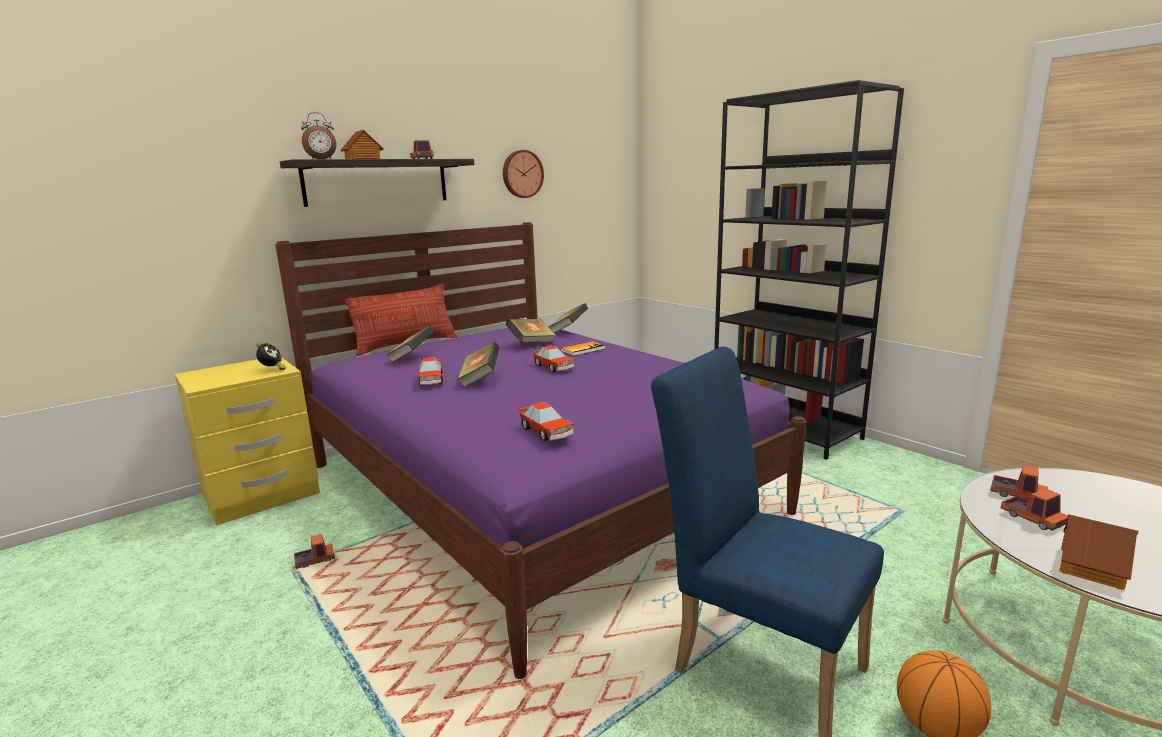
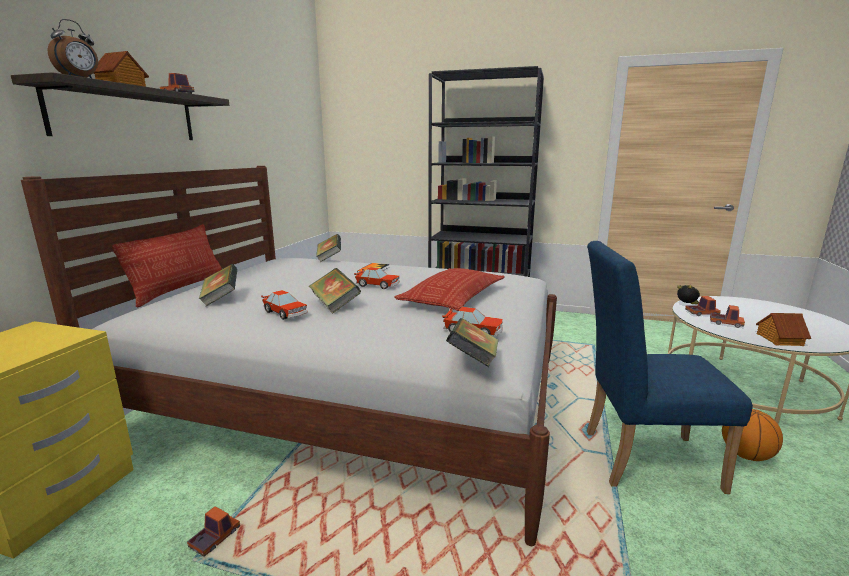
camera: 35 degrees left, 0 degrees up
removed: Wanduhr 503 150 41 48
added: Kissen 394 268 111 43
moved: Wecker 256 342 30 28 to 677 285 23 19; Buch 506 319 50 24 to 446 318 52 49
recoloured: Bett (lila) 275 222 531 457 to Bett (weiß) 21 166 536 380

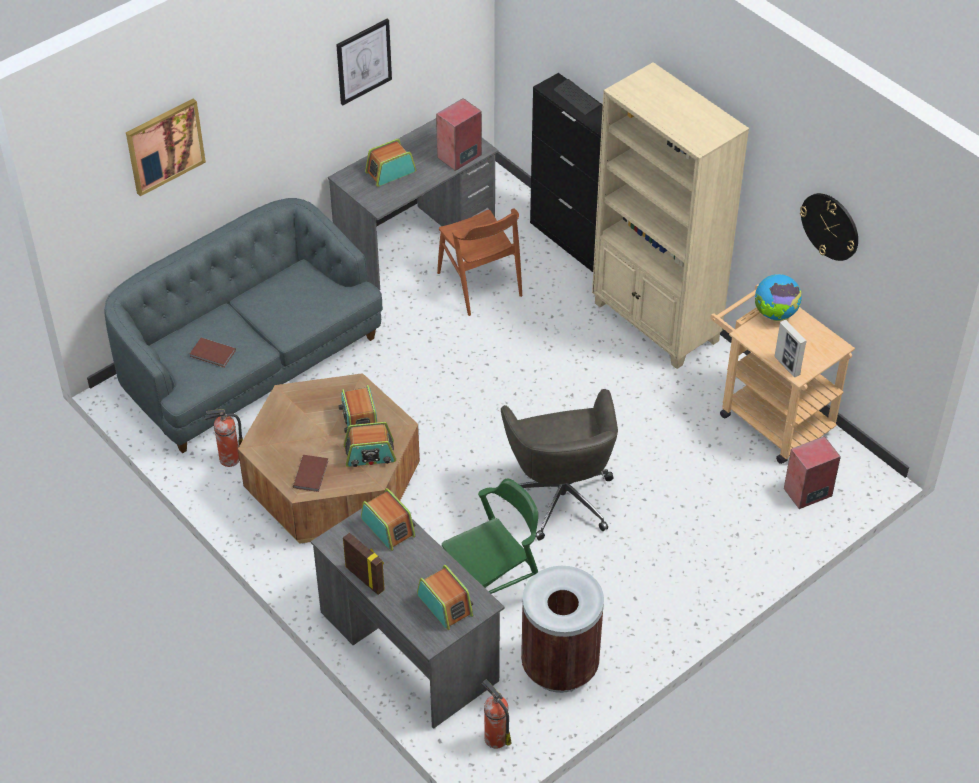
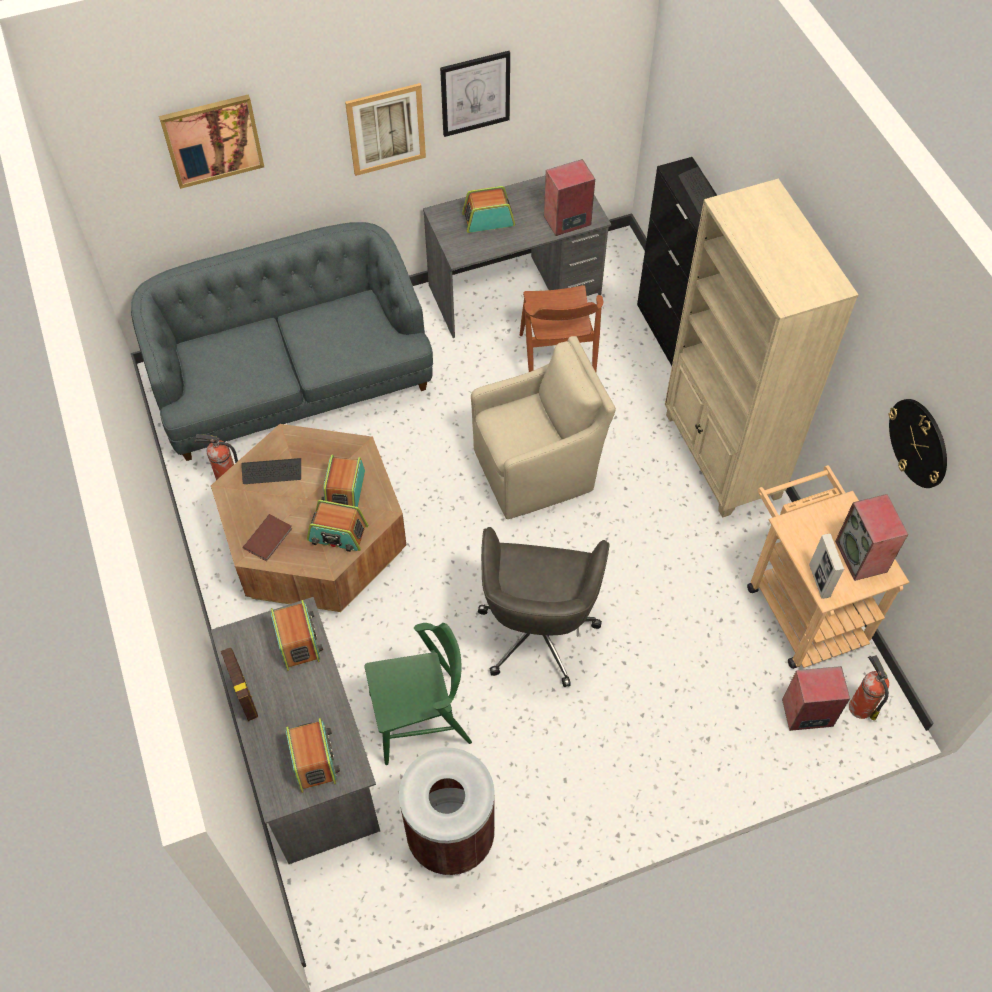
camera: 20 degrees right, 10 degrees up
removed: Buch (braun) 190 338 46 29; Globus 755 274 47 47
added: Tastatur 241 458 60 26; Bild 345 83 81 93; Sessel (beige) 471 336 145 183; Lautsprecher 835 494 73 87
moved: Feuerlöscher 481 679 30 70 to 849 655 40 65

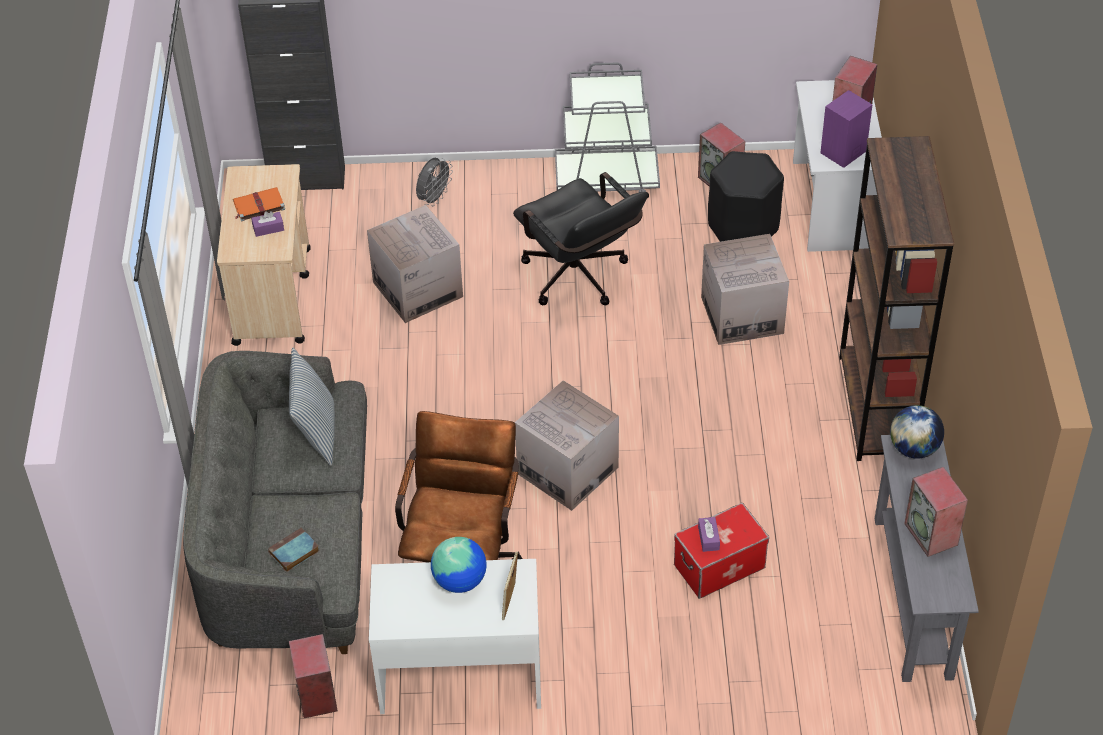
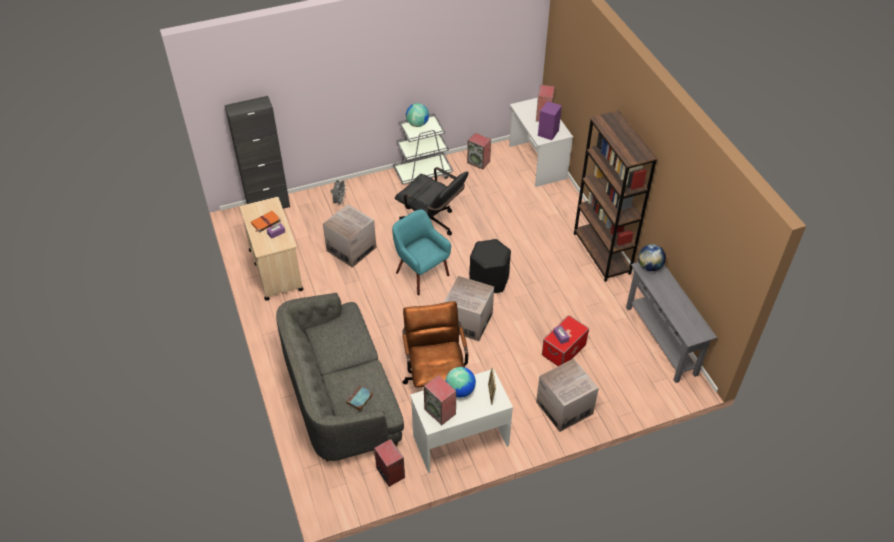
camera: 20 degrees left, 0 degrees up
removed: Kissen 289 348 46 118
added: Sessel (türkis) 392 209 59 86; Globus 406 103 23 24
moved: Karton 701 234 88 111 to 536 358 63 74; Hocker (schwarz) 708 151 76 91 to 469 239 42 54; Lautsprecher 904 467 64 90 to 424 375 32 51

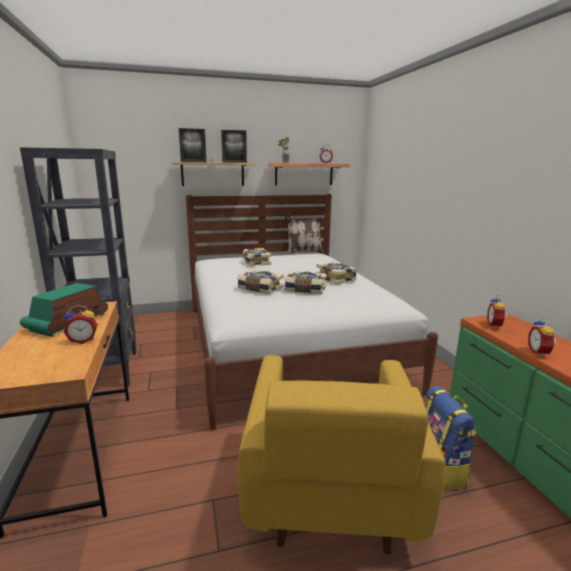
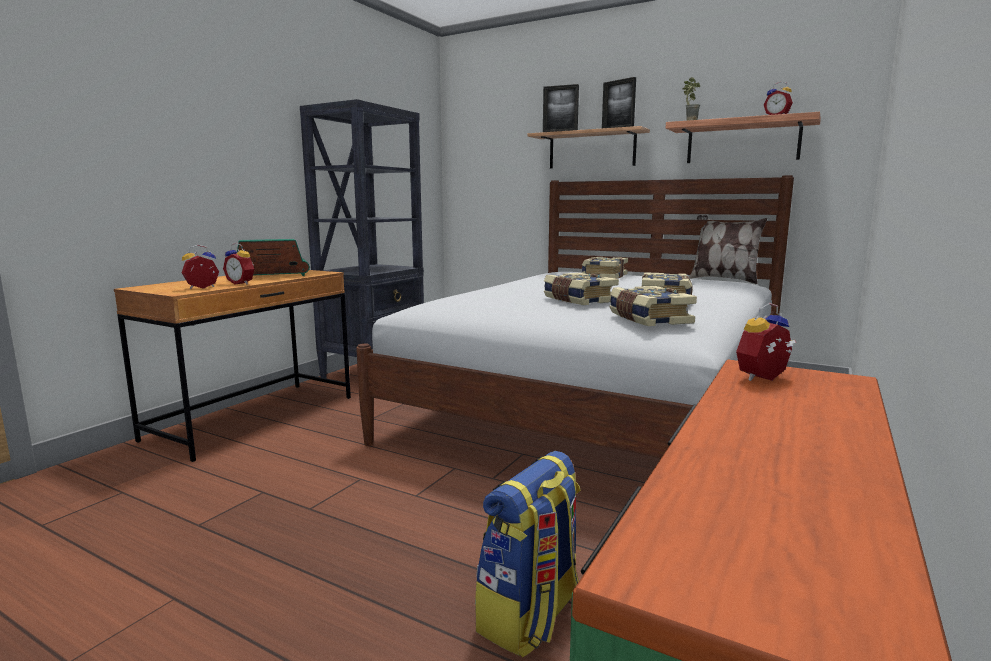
camera: 45 degrees right, 5 degrees down
removed: Sessel (gelb) 238 355 208 199
moved: Buch 237 269 47 25 to 609 286 88 40; Wecker 528 317 29 40 to 182 245 37 44

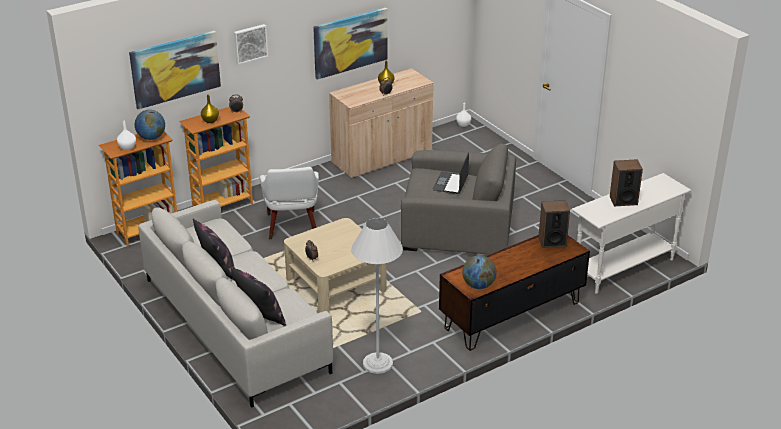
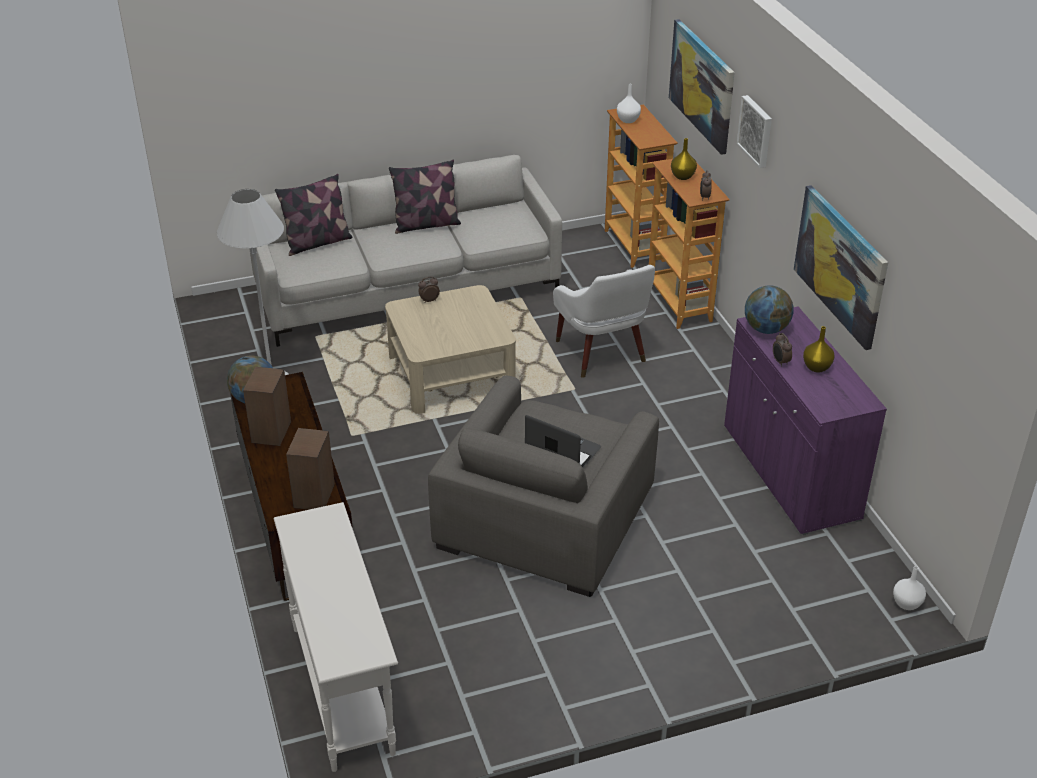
camera: 105 degrees right, 5 degrees up
moved: Globus 135 110 30 30 to 745 285 49 49; Lautsprecher 610 159 33 47 to 243 367 48 79
recoloured: Schrank (beige) 329 68 105 111 to Schrank (lila) 724 307 163 228
turned: Sessel (weiß) 260 167 59 72 = 553 265 102 113 120 degrees counterclockwise

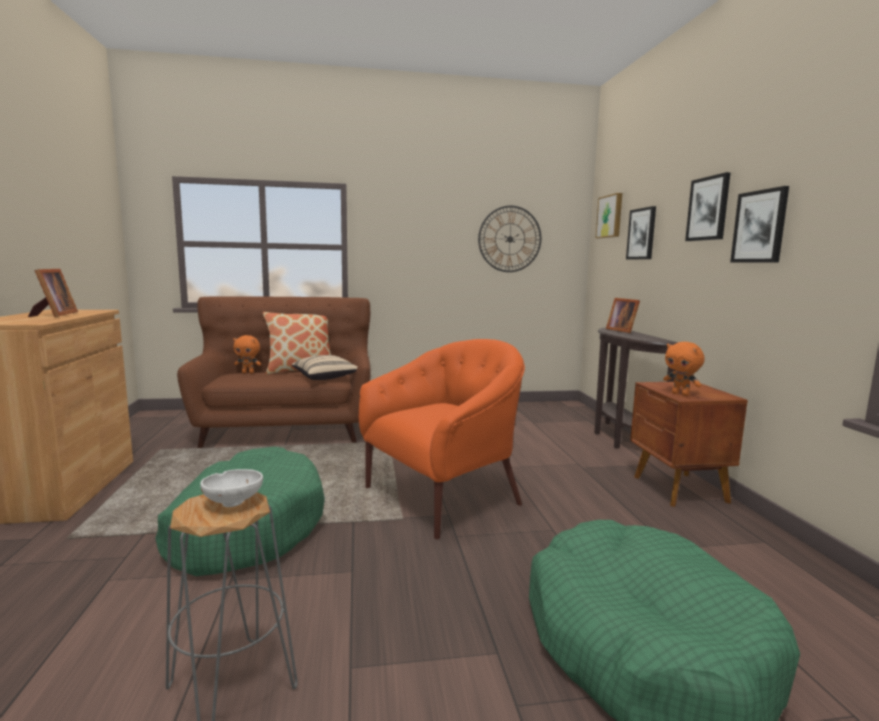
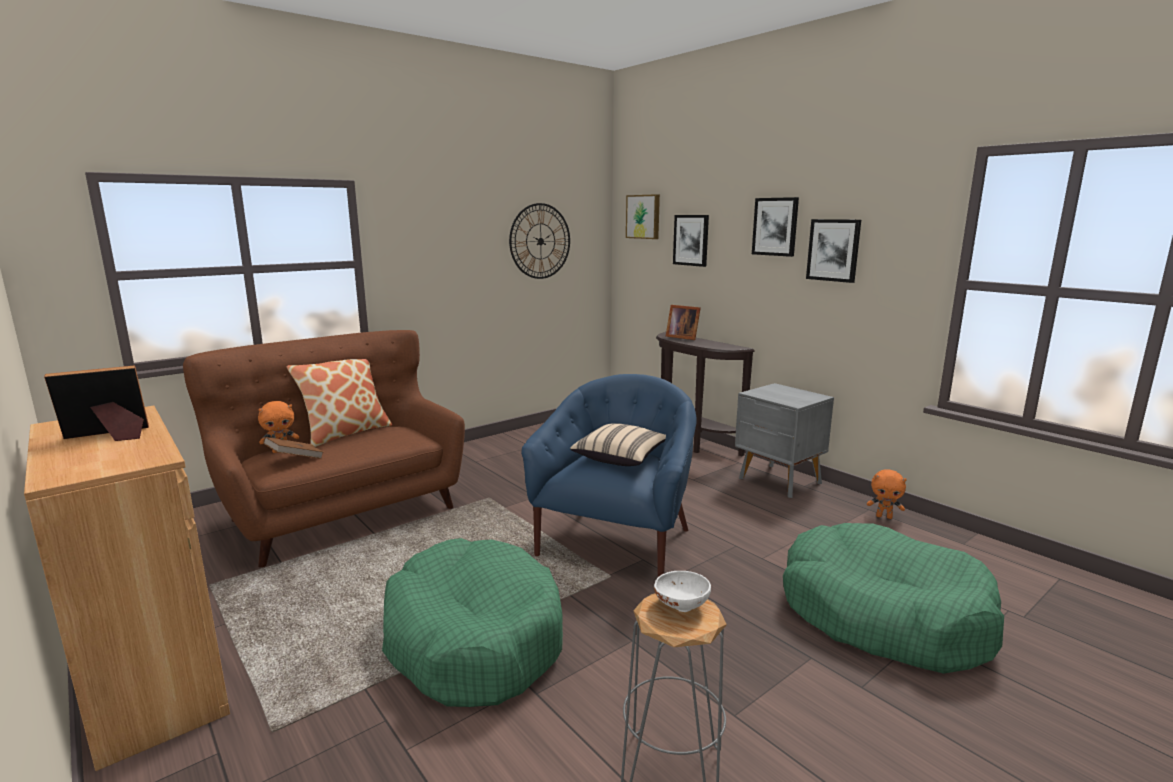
camera: 30 degrees left, 5 degrees up
added: Buch (braun) 263 437 60 22
moved: Kissen (beige) 292 355 66 25 to 570 423 96 43; Plüschtier (orange) 663 342 42 54 to 867 469 40 50
recoloured: Sessel (orange) 359 339 166 200 to Sessel (blau) 521 374 176 203; Nachttisch (braun) 630 381 118 126 to Nachttisch (grau) 735 383 99 115
turned: Bilderrahmen 28 269 50 48 = 44 365 105 76 75 degrees counterclockwise

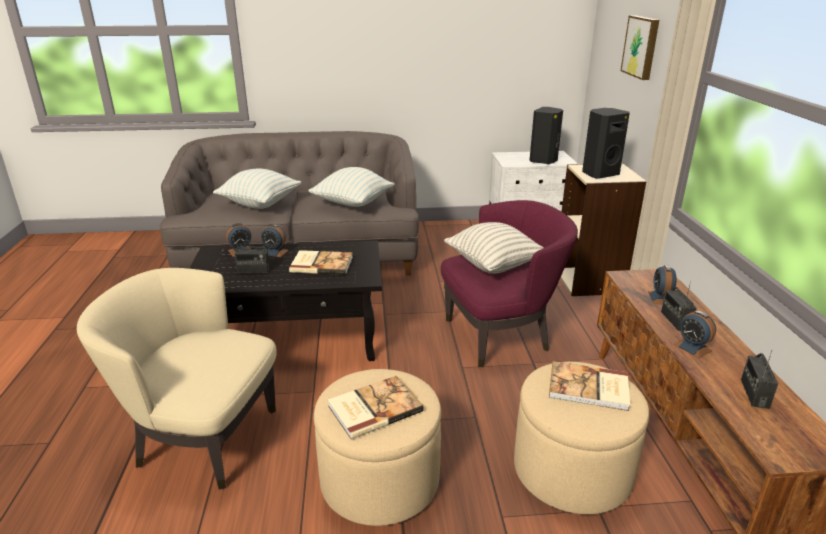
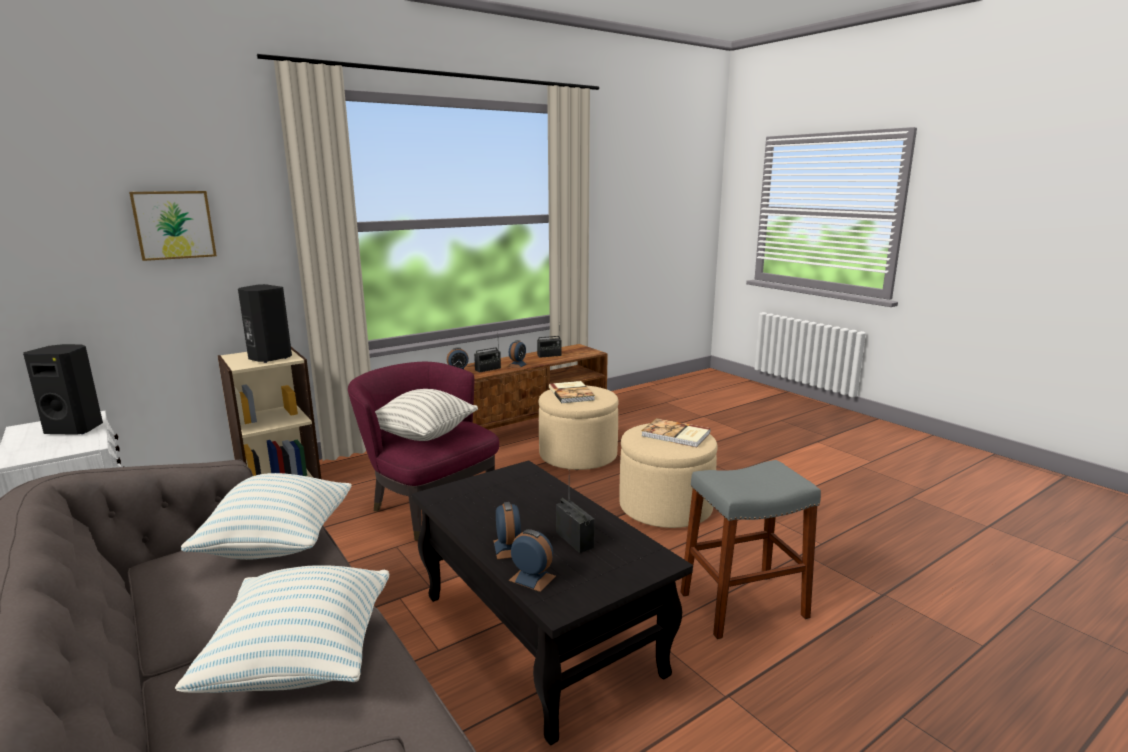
camera: 120 degrees left, 10 degrees down
removed: Buch 289 250 64 25
replaced: Sessel (beige) 77 268 200 222 to Hocker (grau) 681 460 140 179

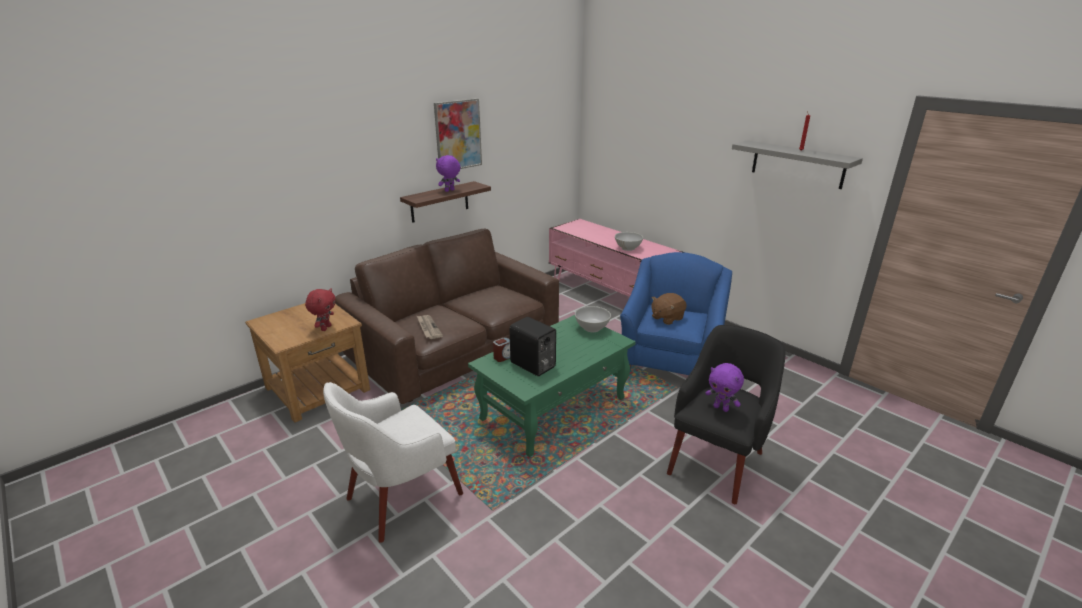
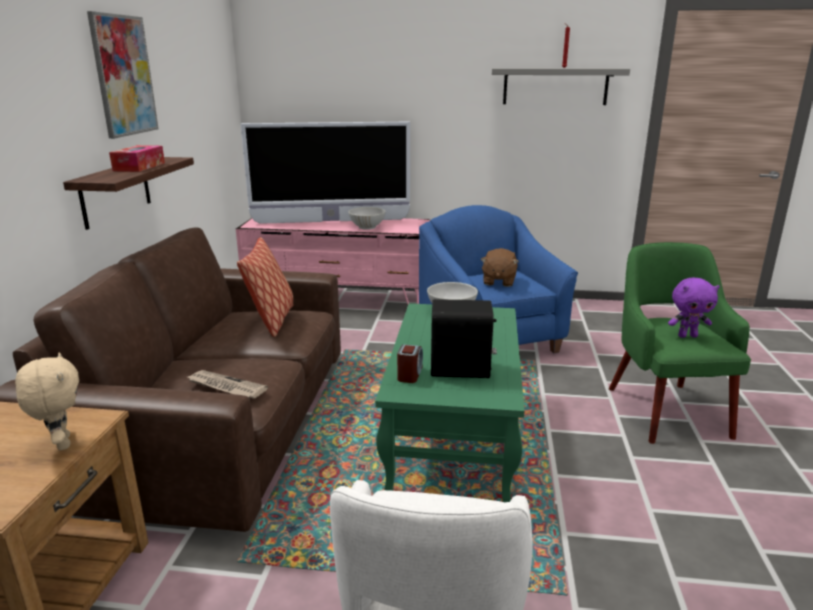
camera: 40 degrees left, 5 degrees down
added: Kissen 237 237 57 100; Fernseher 241 122 169 102
replaced: Plüschtier (lila) 436 155 24 37 to Taschentuchbox 109 145 56 27
recoloured: Plüschtier (rot) 305 289 31 42 to Plüschtier (beige) 15 353 64 98; Sessel (schwarz) 667 325 119 179 to Sessel (grün) 609 242 142 202

